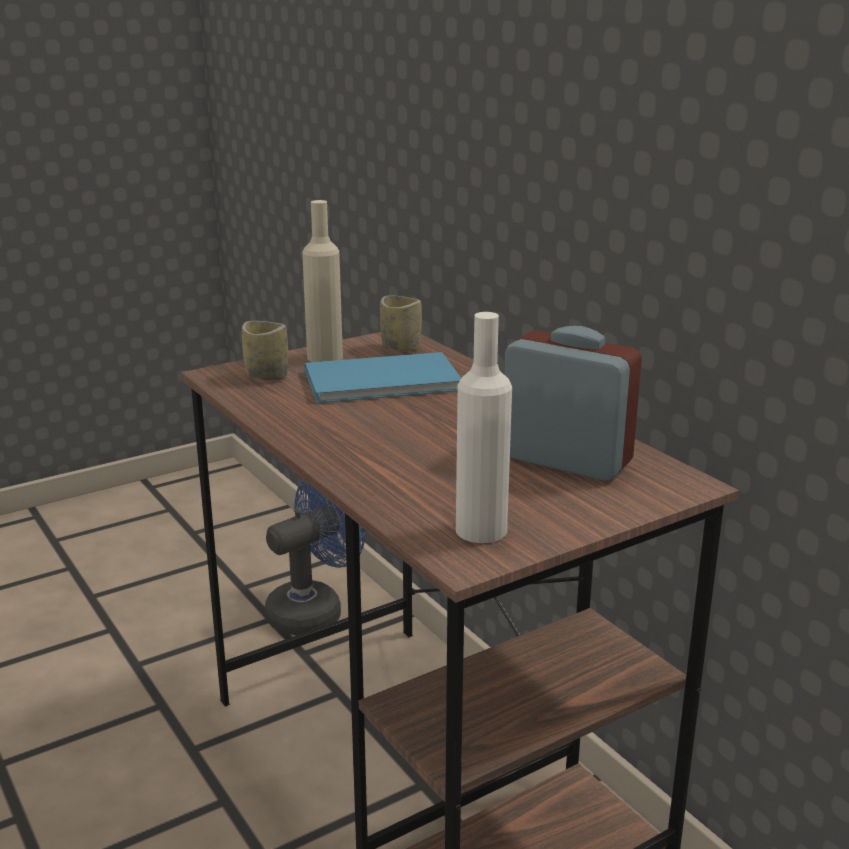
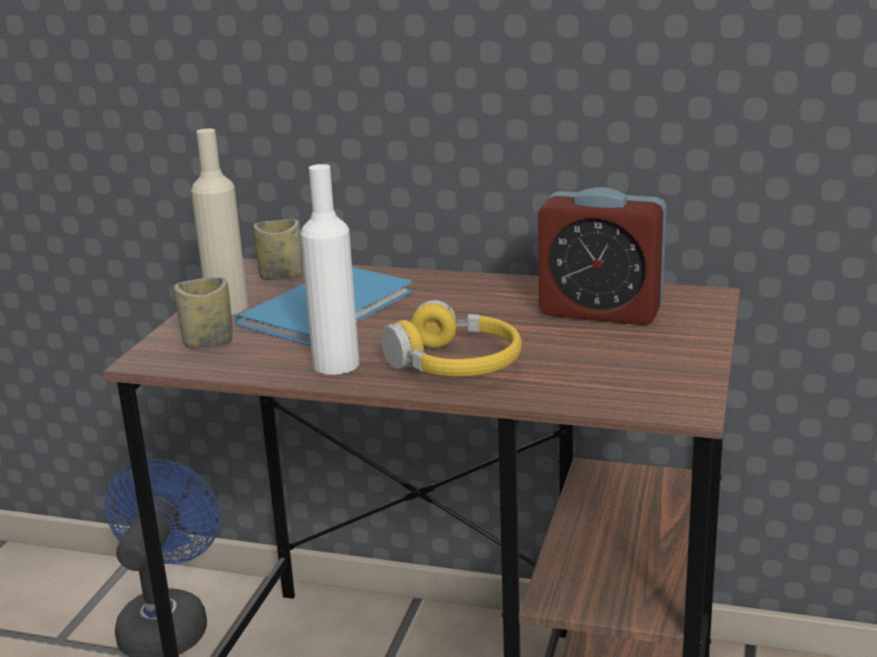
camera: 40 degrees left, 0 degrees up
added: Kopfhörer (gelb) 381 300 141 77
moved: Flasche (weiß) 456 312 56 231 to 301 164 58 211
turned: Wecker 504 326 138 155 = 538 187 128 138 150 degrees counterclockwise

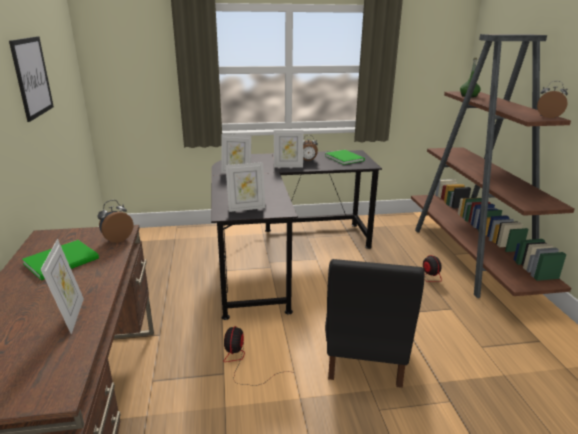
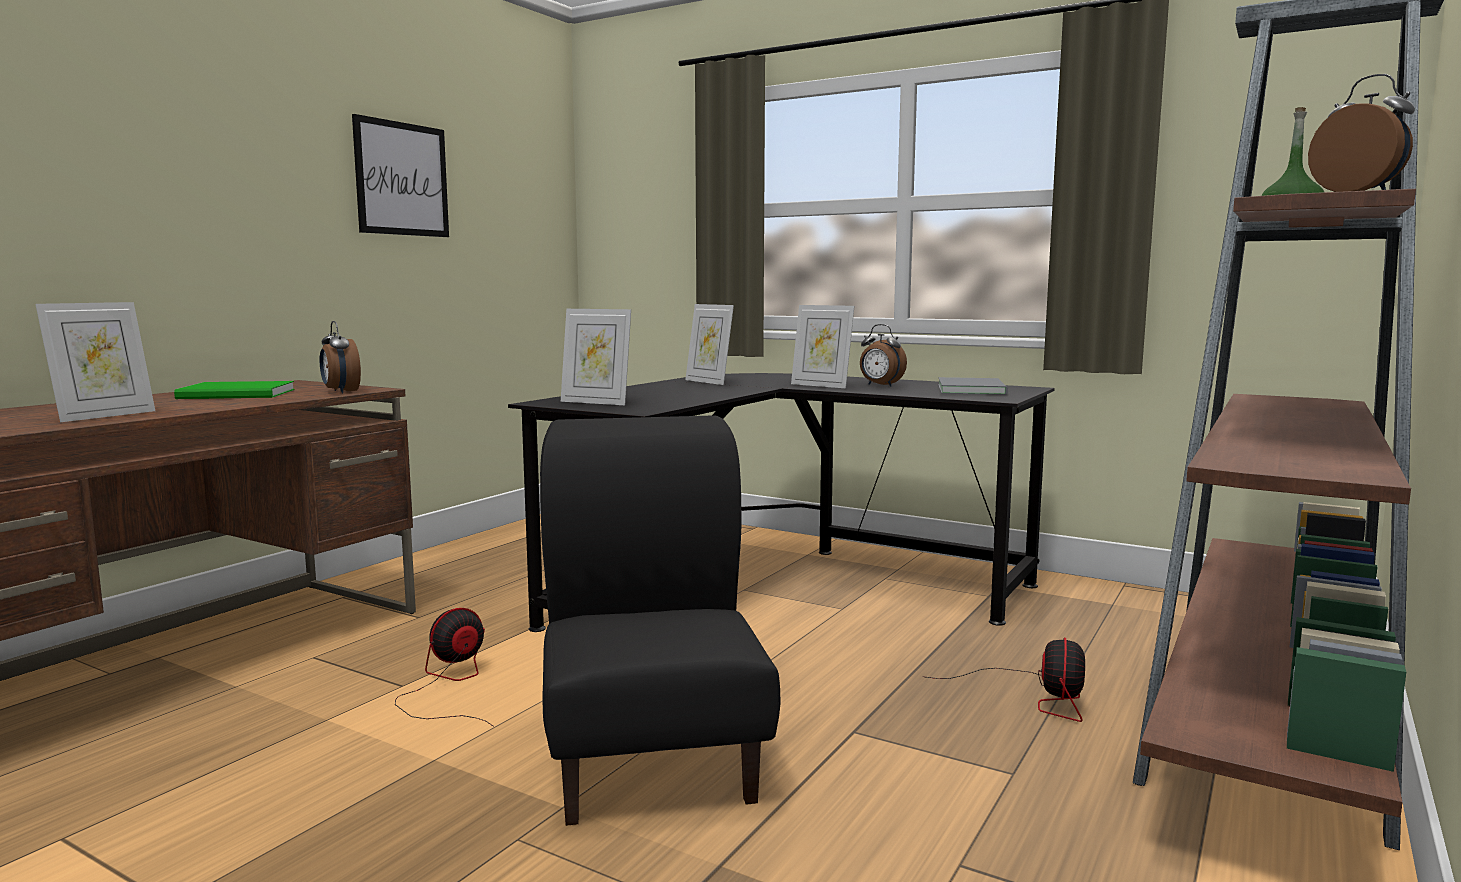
camera: 40 degrees right, 15 degrees down
recoloured: Buch (grün) 326 150 39 15 to Buch (grau) 938 377 70 18
turned: Wecker 98 200 35 43 = 320 321 41 73 120 degrees counterclockwise; Stuhl (schwarz) 325 259 100 129 = 540 415 241 411 120 degrees clockwise

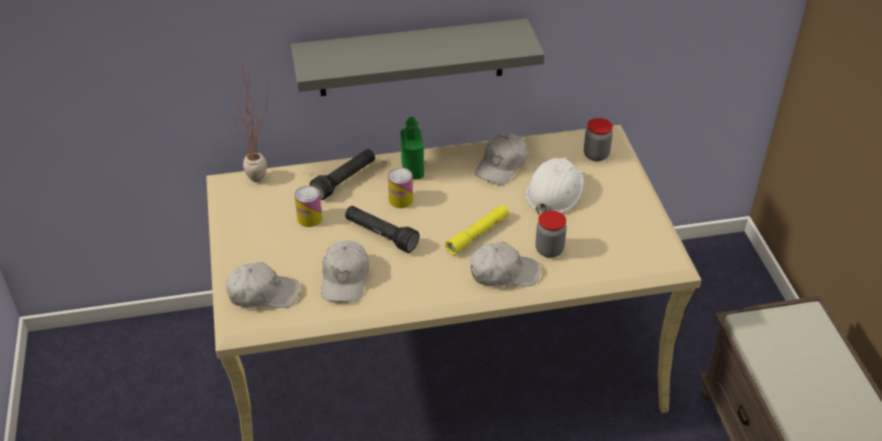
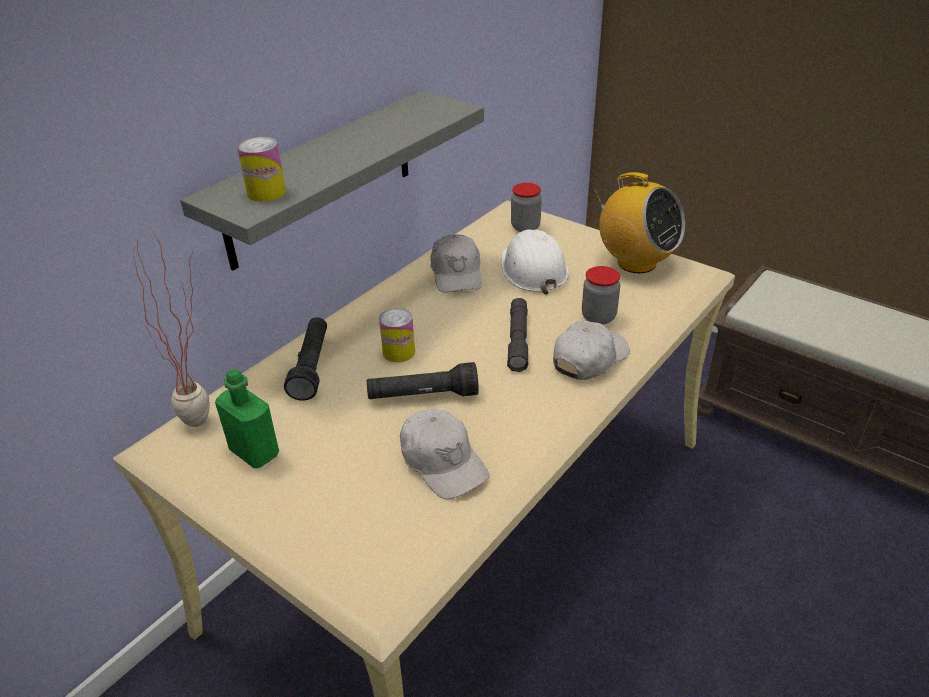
camera: 40 degrees left, 5 degrees down
removed: Kappe (weiß) 226 262 74 46
added: Radio 594 172 91 101
moved: Dose 294 186 28 41 to 237 137 49 65; Flasche (grün) 400 117 24 63 to 215 369 64 99
recoloured: Taschenlampe (gelb) 445 205 64 50 to Taschenlampe (grau) 507 298 21 74

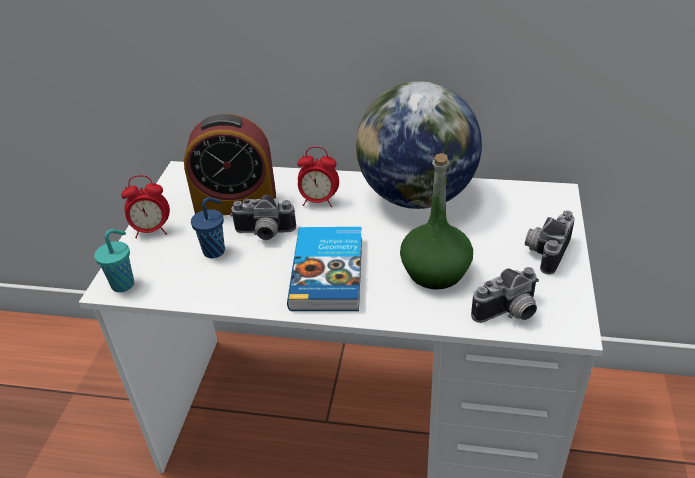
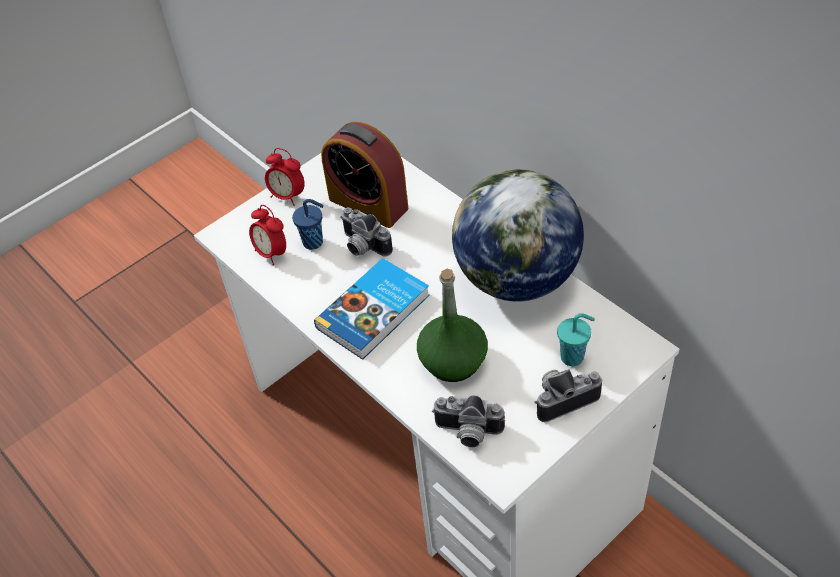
camera: 40 degrees right, 10 degrees up
moved: Tasse (türkis) 94 229 40 63 to 557 313 38 53; Wecker 297 147 42 60 to 249 205 37 60

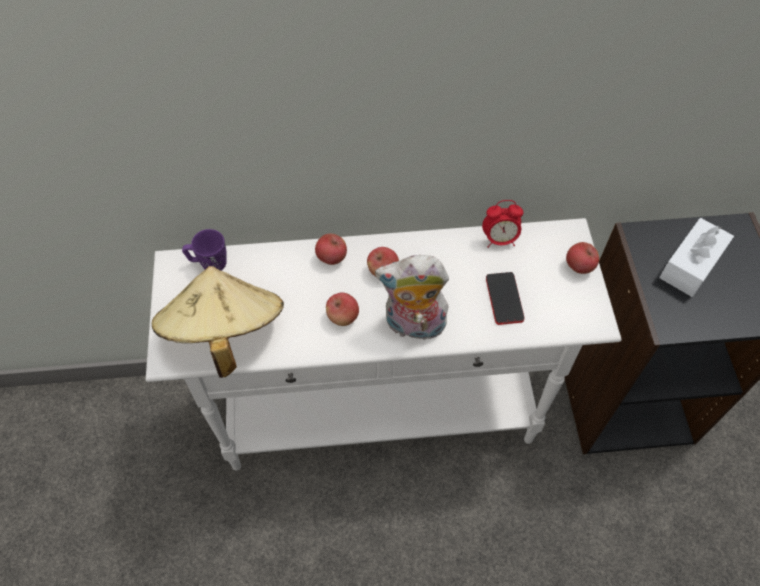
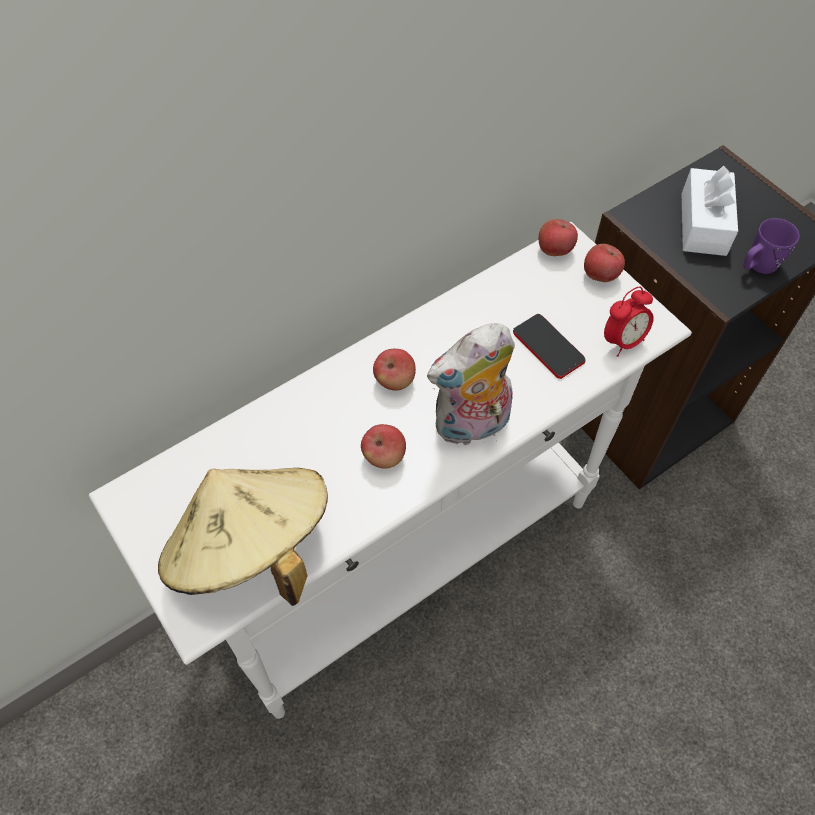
camera: 30 degrees left, 0 degrees up
moved: Henkelbecher (lila) 182 229 45 42 to 743 218 56 56; Apfel 315 234 32 31 to 539 219 39 37; Wecker 482 200 41 48 to 604 286 50 71

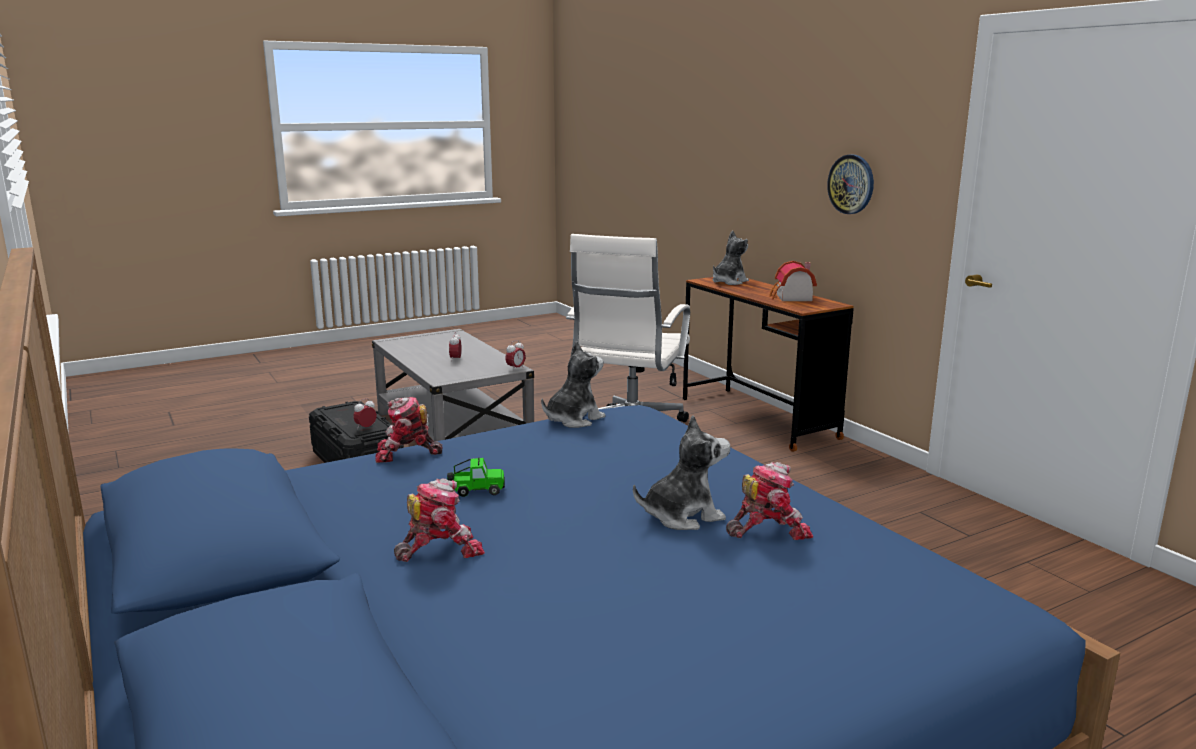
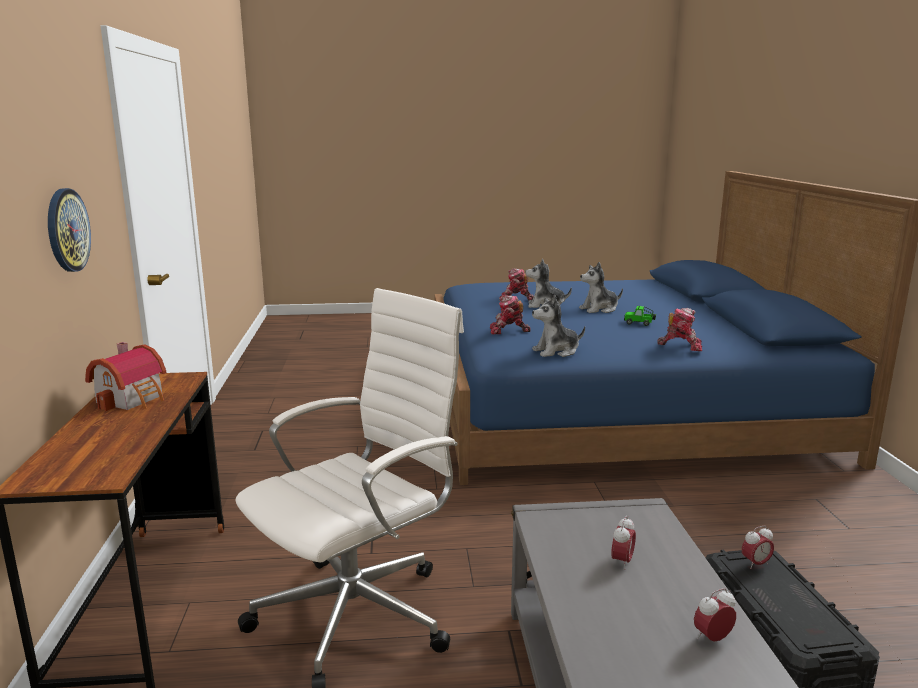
camera: 155 degrees left, 0 degrees up
moved: Spielzeugroboter 394 478 91 84 to 490 295 41 39; Wecker 505 340 21 31 to 694 588 42 54; Plüschtier 713 230 36 55 to 579 262 44 51

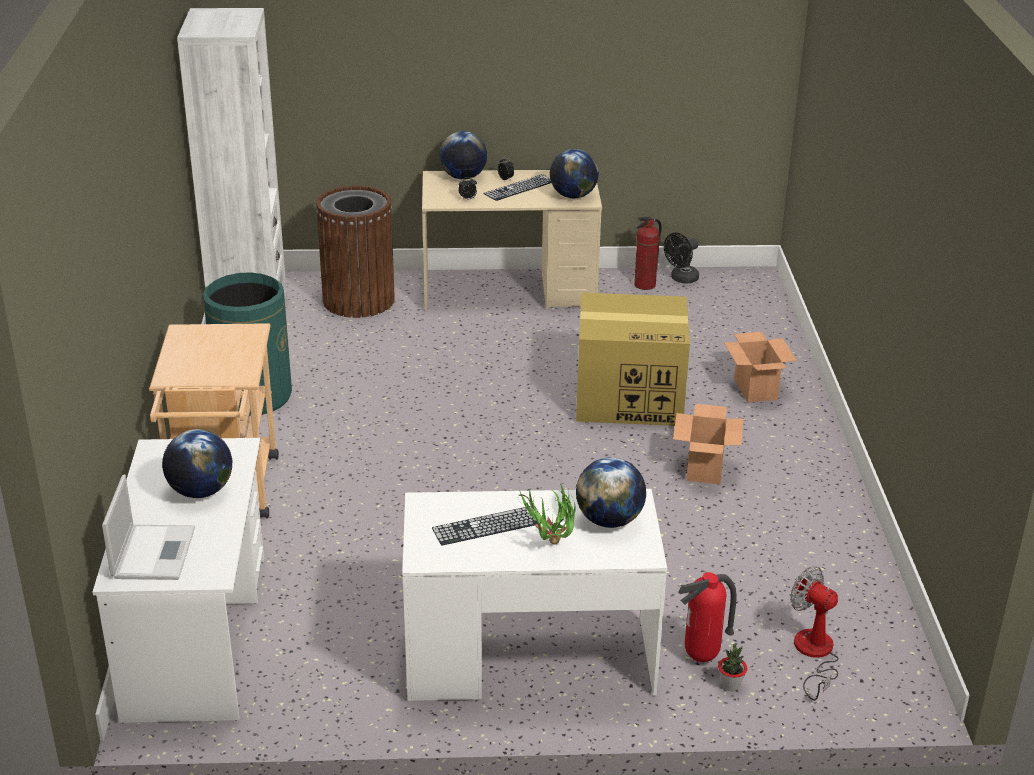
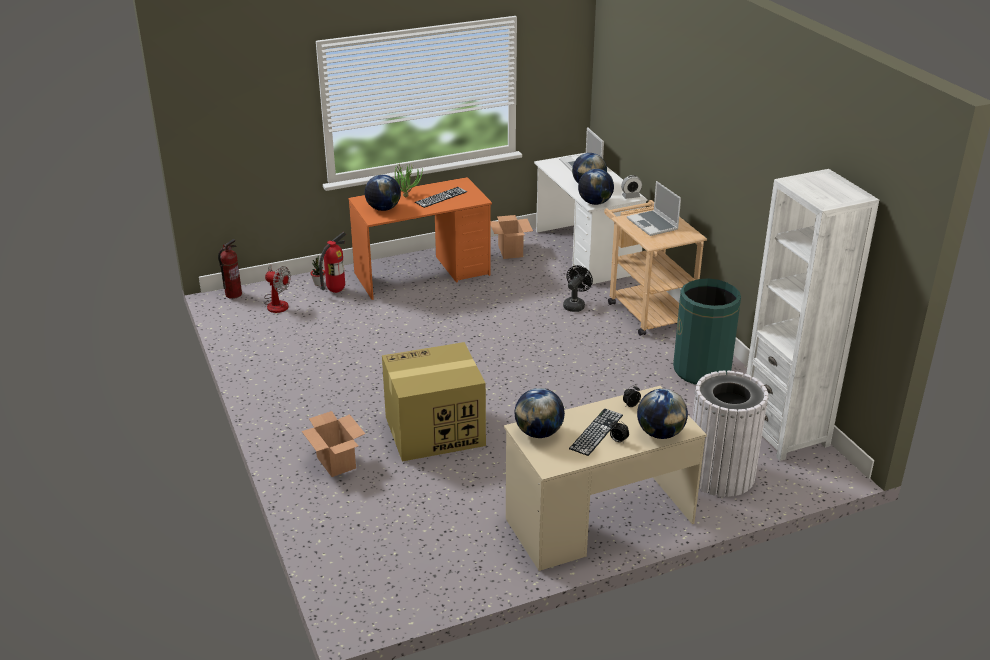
camera: 160 degrees right, 0 degrees up
added: Globus 578 169 36 36; Wecker 621 175 21 24; Laptop 627 181 54 55
moved: Feuerlöscher 634 217 28 73 to 218 239 24 60; Ventilator (schwarz) 664 232 35 51 to 563 265 30 47; Karton 673 404 70 80 to 490 215 43 44
recoloured: Mülleimer (braun) 316 185 79 133 to Mülleimer (weiß) 692 371 76 126; Schreibtisch (weiß) 402 489 265 212 to Schreibtisch (orange) 348 177 144 123

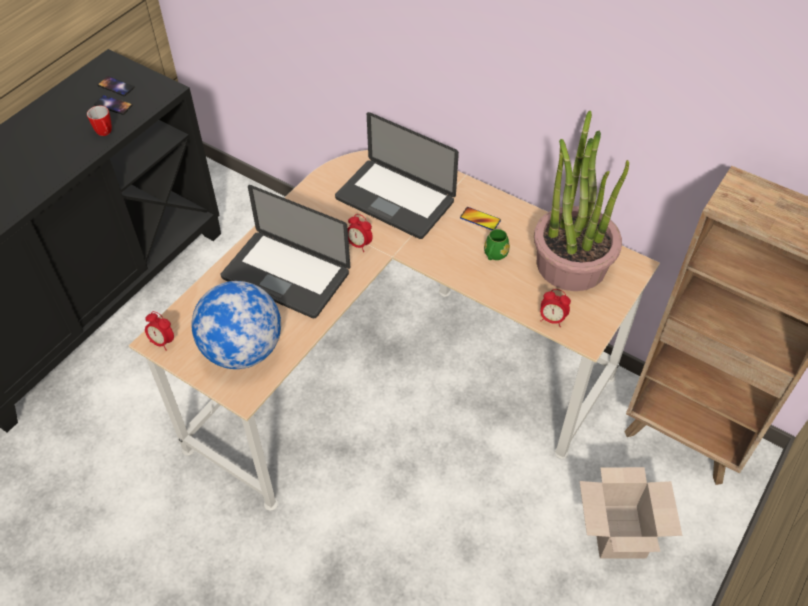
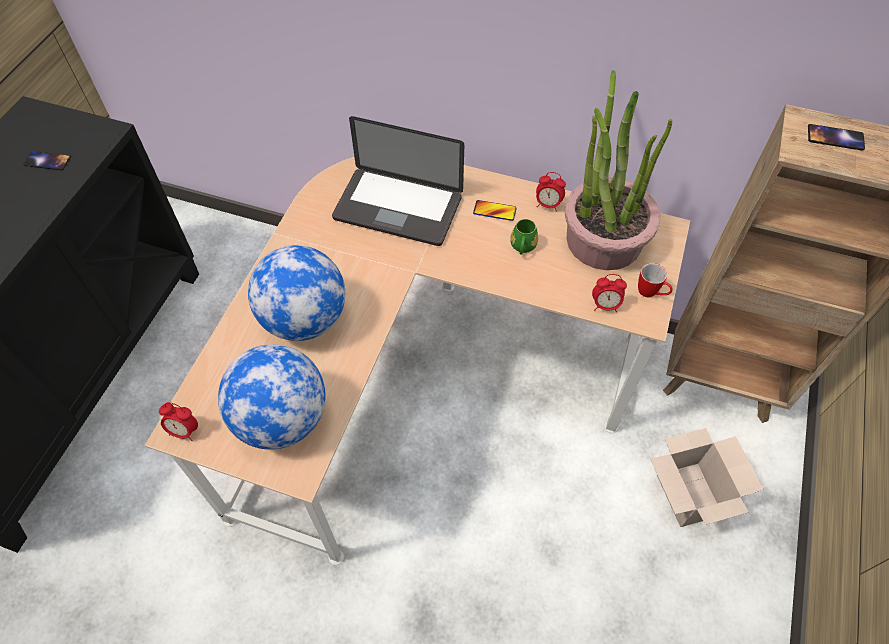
camera: 15 degrees left, 5 degrees up
moved: Henkelbecher 87 106 25 30 to 638 263 35 34; Handy 97 76 38 20 to 808 124 57 27; Wecker 348 214 25 38 to 536 172 30 40
replaced: Laptop 221 185 129 133 to Globus 248 245 97 96

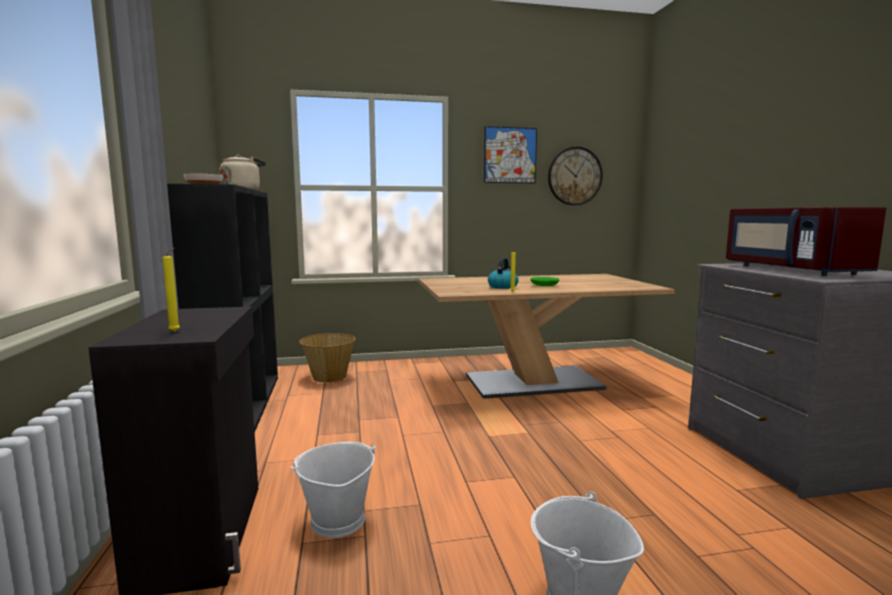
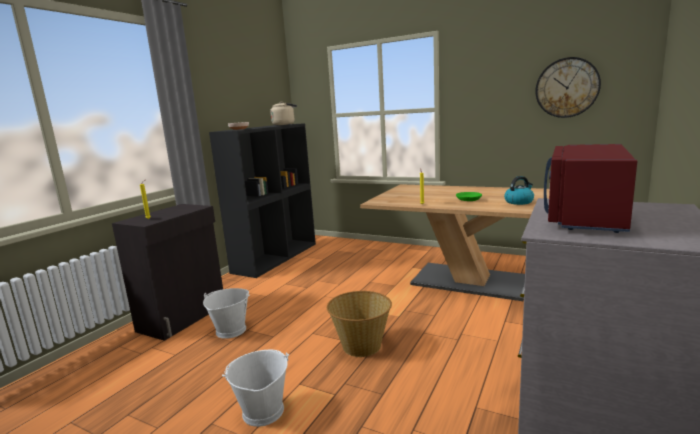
camera: 40 degrees right, 5 degrees up
removed: Bild 484 126 53 57
moved: Korb 299 333 57 50 to 327 291 65 66; Wasserkessel 488 258 31 31 to 504 176 30 29

